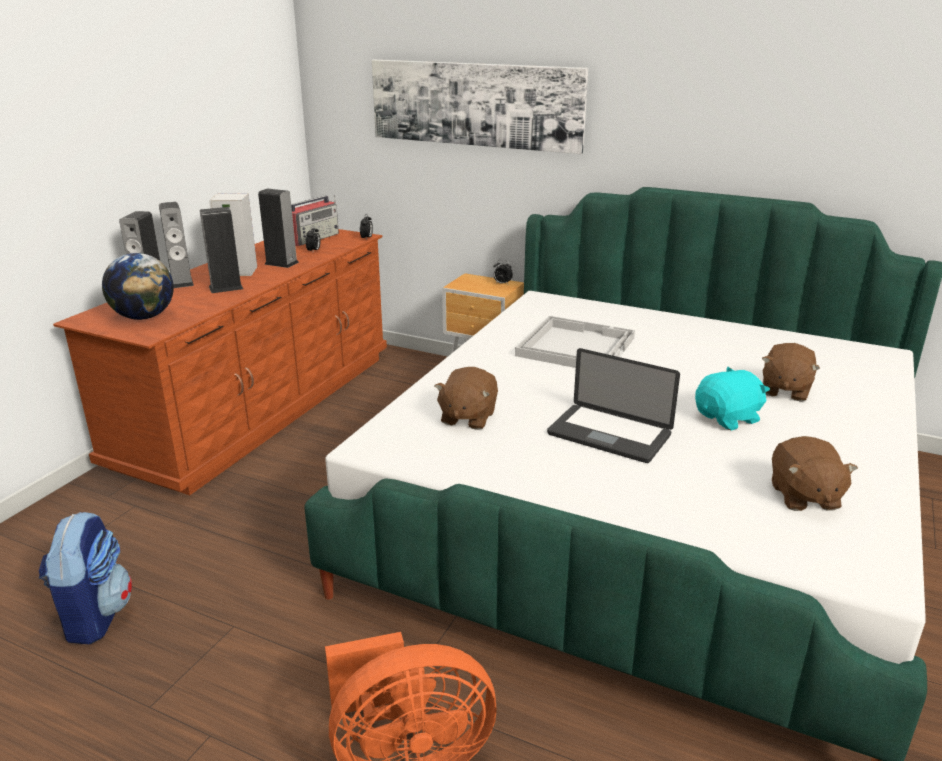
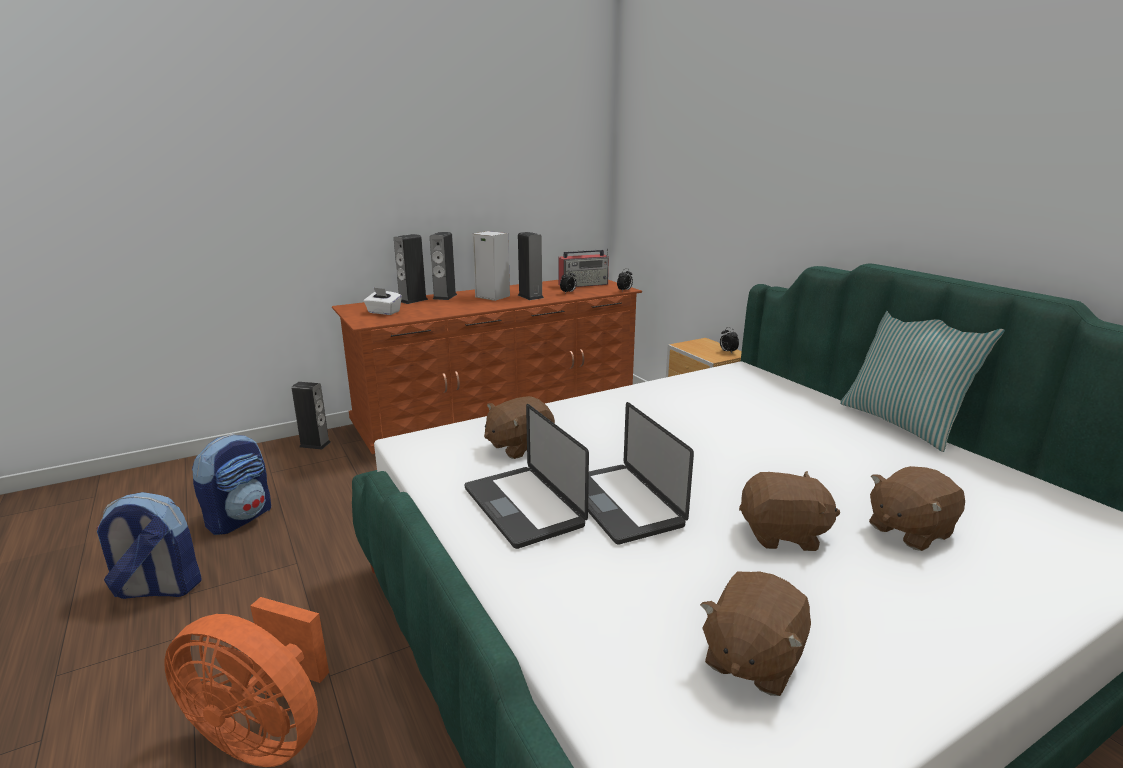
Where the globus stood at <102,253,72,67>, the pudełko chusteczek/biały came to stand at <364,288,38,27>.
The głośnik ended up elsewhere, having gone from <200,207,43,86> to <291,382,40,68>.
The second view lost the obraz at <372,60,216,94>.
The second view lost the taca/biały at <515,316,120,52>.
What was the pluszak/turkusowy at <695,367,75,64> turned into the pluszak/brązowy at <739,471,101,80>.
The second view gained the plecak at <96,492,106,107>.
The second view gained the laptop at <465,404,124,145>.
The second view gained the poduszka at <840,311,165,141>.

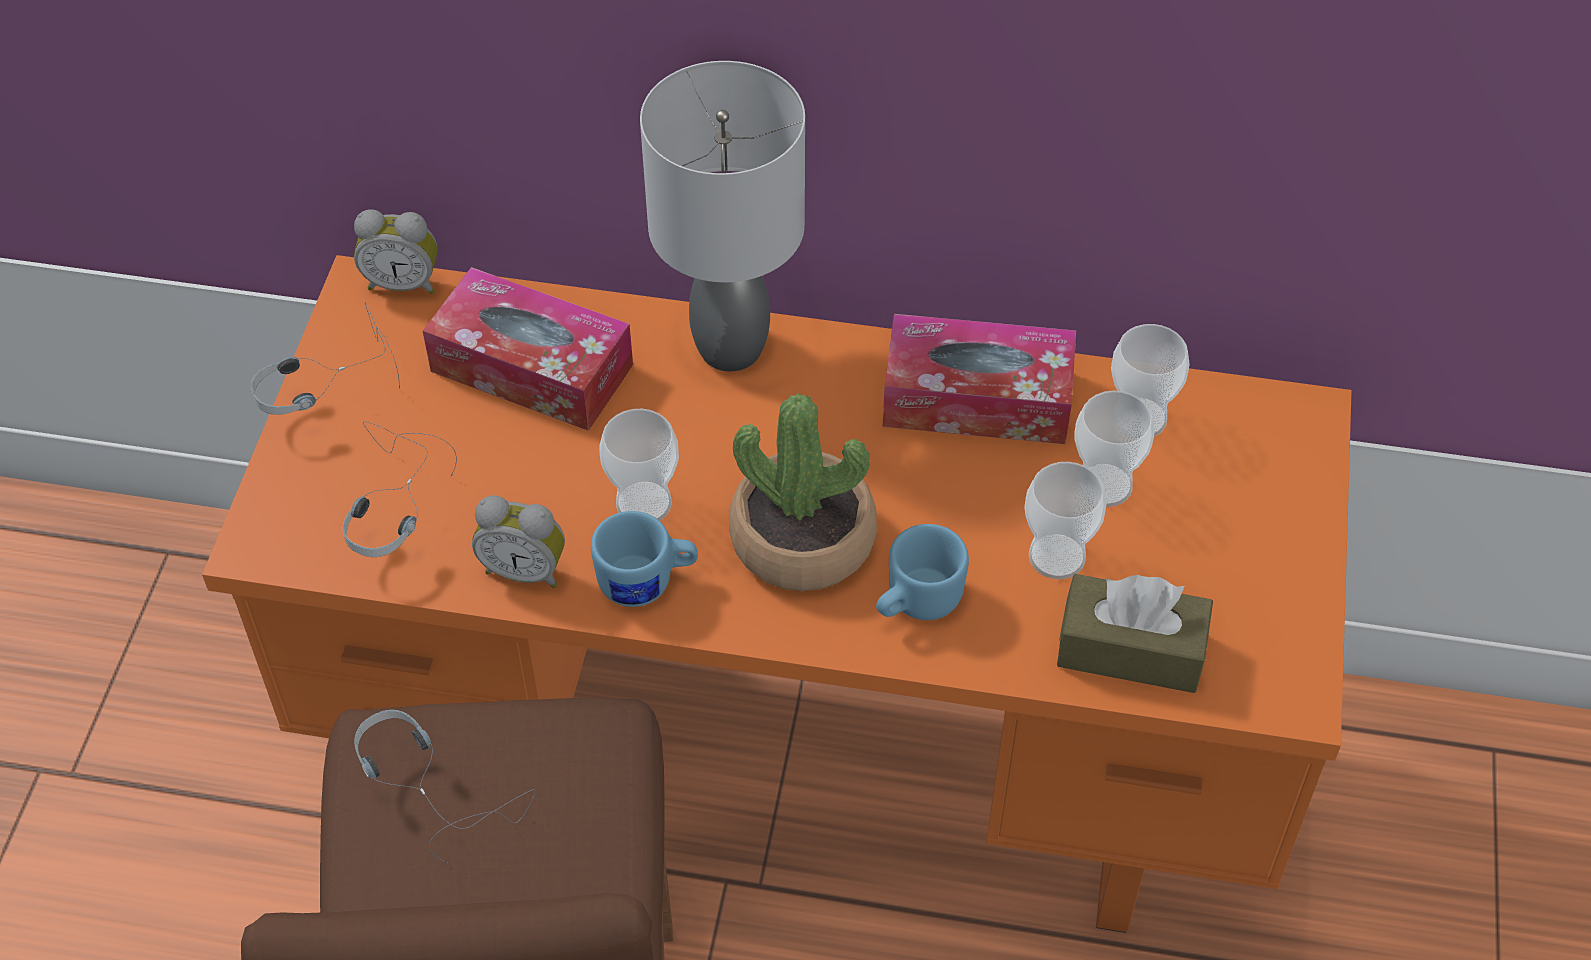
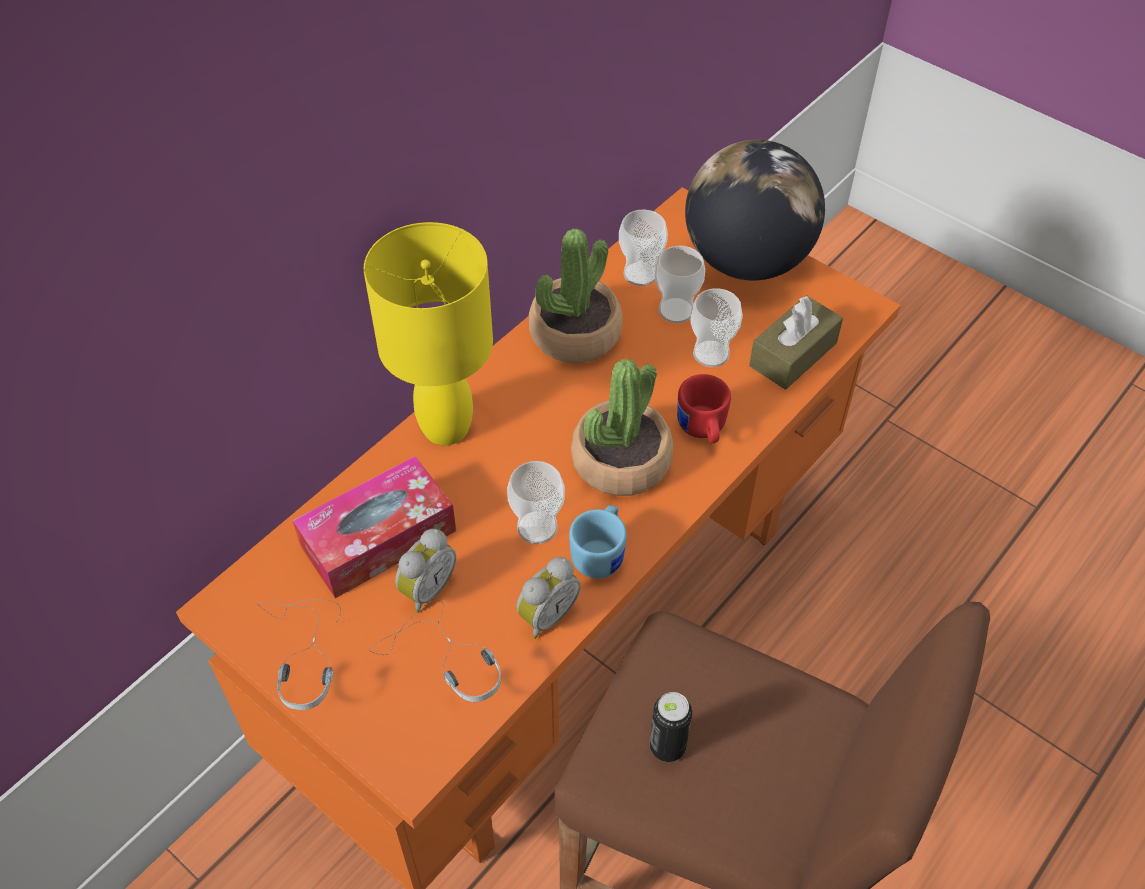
The budzik ended up elsewhere, having gone from <354,209,83,86> to <395,529,61,84>.
Where the słuchawki stood at <354,710,182,153>, the puszka came to stand at <650,692,42,70>.
What was the lampa stołowa/szary at <640,61,165,311> turned into the lampa stołowa/żółty at <364,222,129,224>.
What was the kubek/niebieski at <876,524,93,96> turned into the kubek/czerwony at <677,374,54,70>.
Where the pudełko chusteczek stood at <883,314,193,130>, the roślina doniczkowa came to stand at <529,228,94,135>.
The second view gained the globus at <685,140,140,141>.

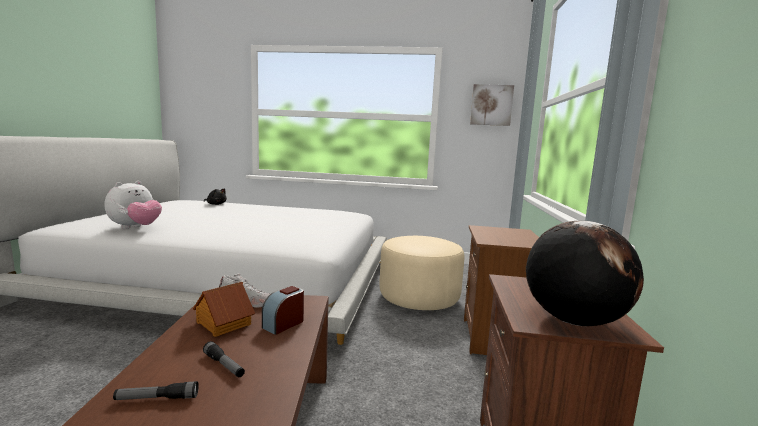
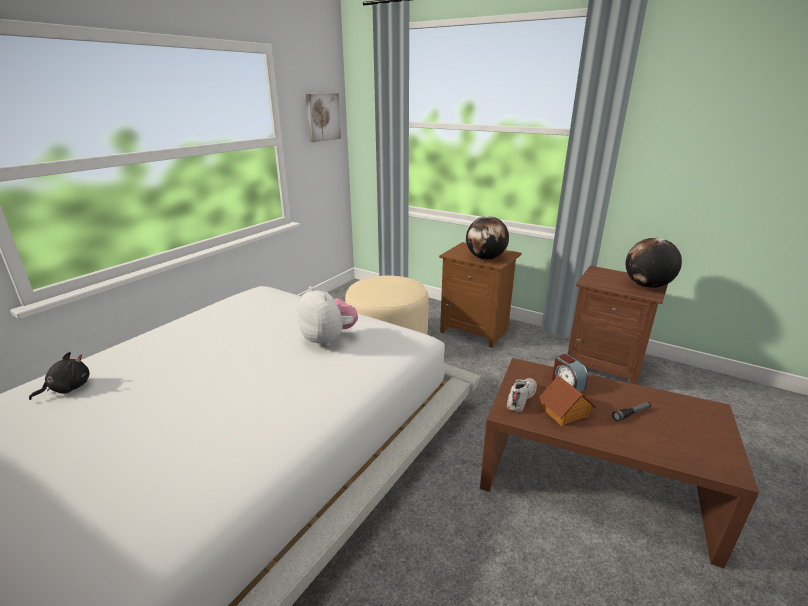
The pluszak ended up elsewhere, having gone from <105,181,57,48> to <298,286,60,61>.
The second view lost the latarka at <113,381,86,19>.
The second view gained the globus at <466,216,43,44>.

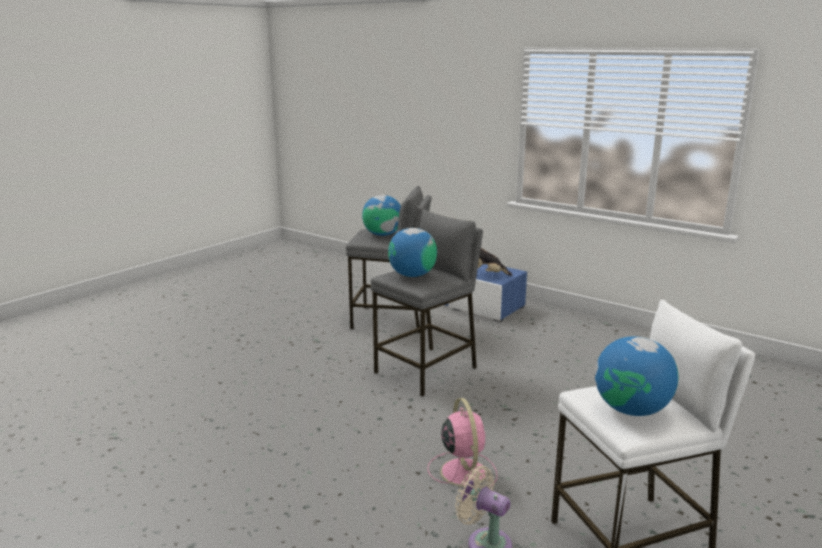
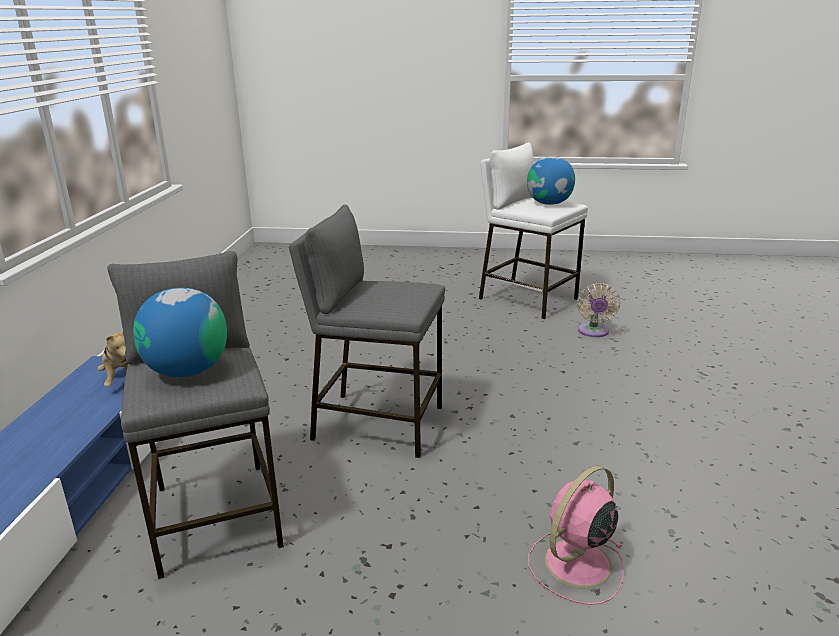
The second view lost the globus at <388,228,49,49>.
The wentylator/różowy ended up elsewhere, having gone from <428,398,69,96> to <528,466,96,139>.

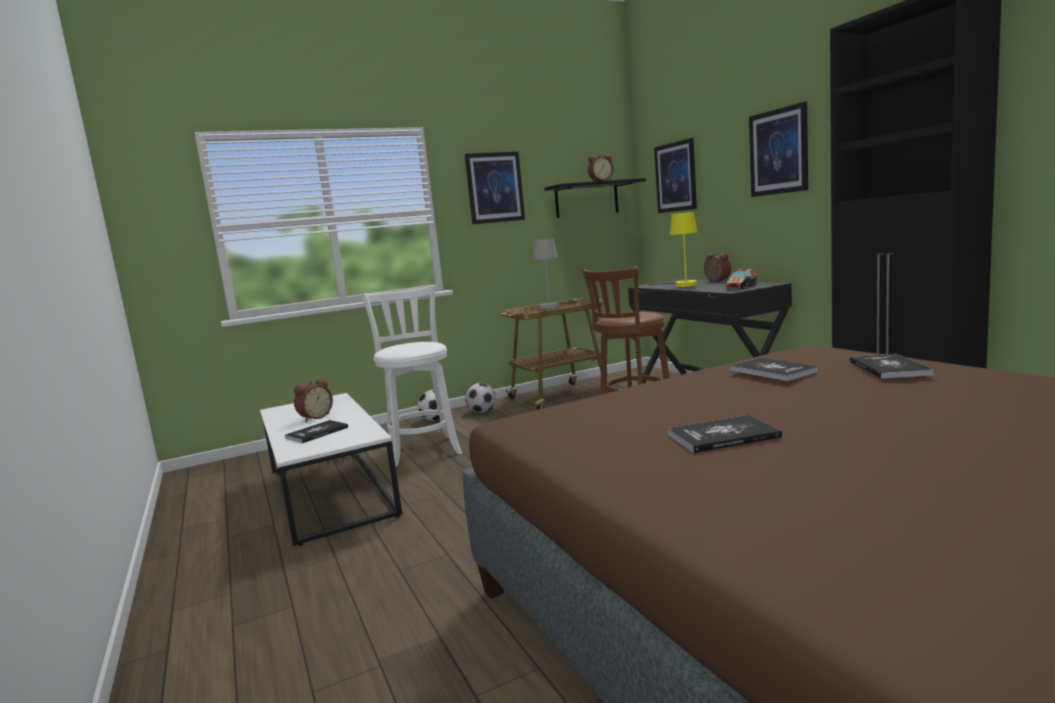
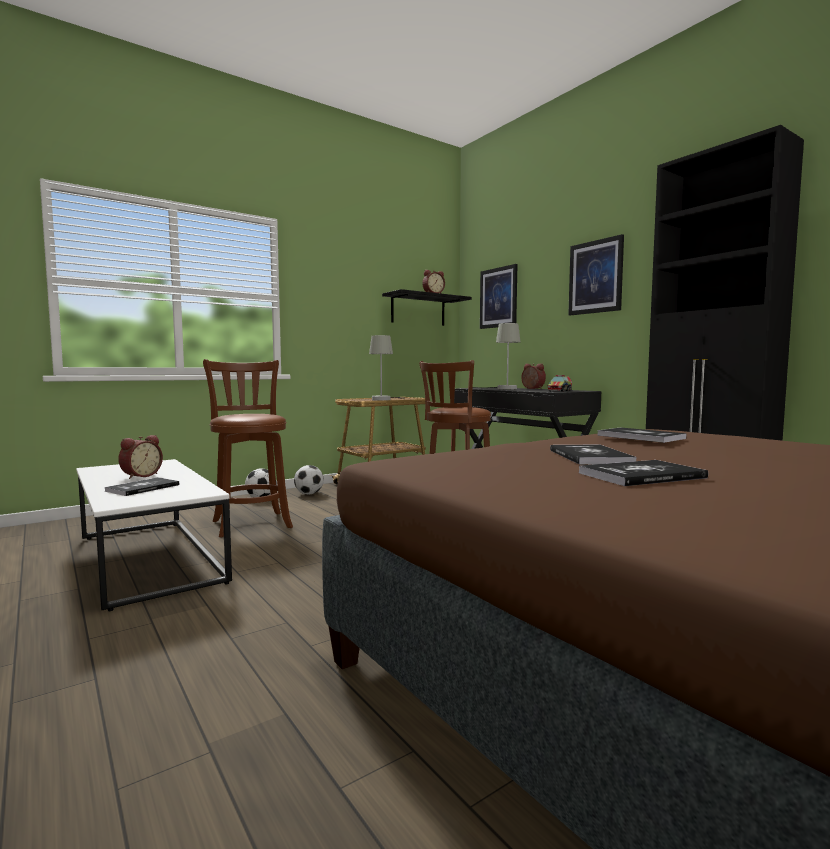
What was the stołek/biały at <362,285,100,182> turned into the stołek/brązowy at <203,359,90,178>.
The second view lost the obraz at <465,152,60,72>.
What was the lampa stołowa/żółty at <649,212,49,75> turned into the lampa stołowa/szary at <472,323,49,67>.
The książka ended up elsewhere, having gone from <849,354,85,25> to <550,444,87,21>.

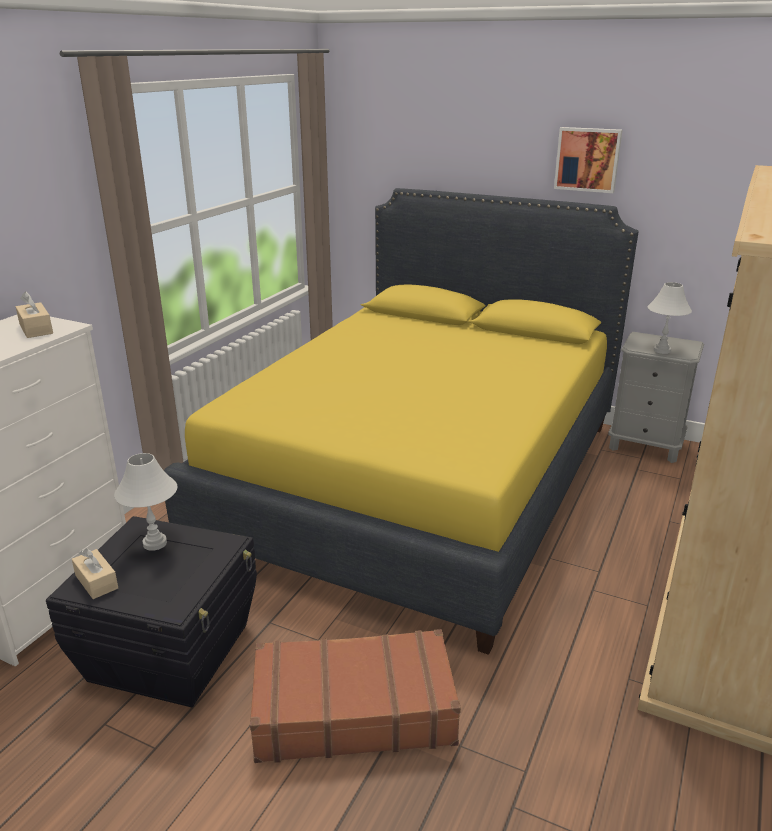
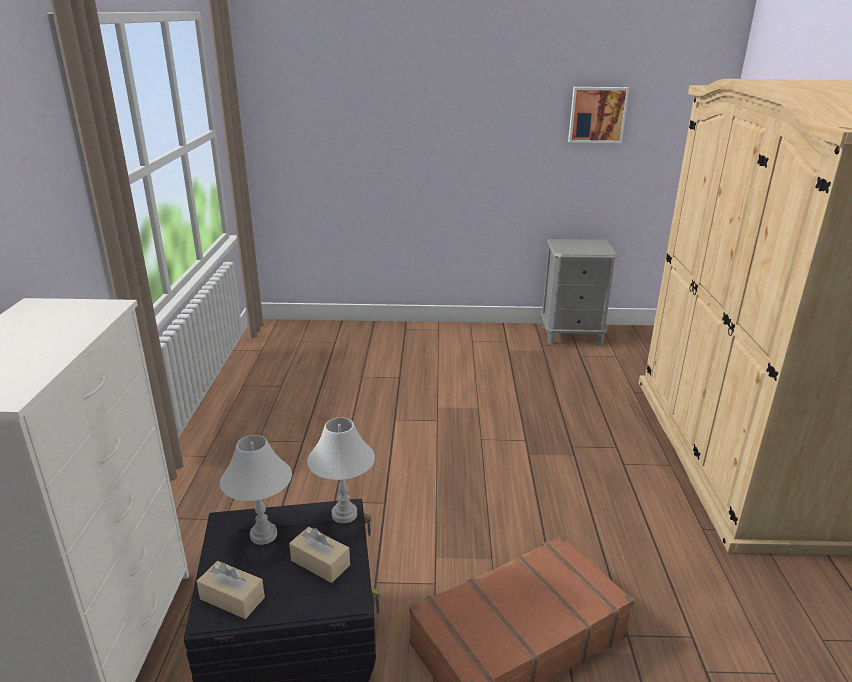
The pudełko chusteczek/beżowy ended up elsewhere, having gone from <16,291,37,47> to <289,527,61,56>.
The second view lost the łóżko/żółty at <164,188,474,467>.
The obraz ended up elsewhere, having gone from <554,127,68,66> to <568,87,61,56>.
The lampa stołowa/biały ended up elsewhere, having gone from <647,282,45,72> to <307,418,68,105>.

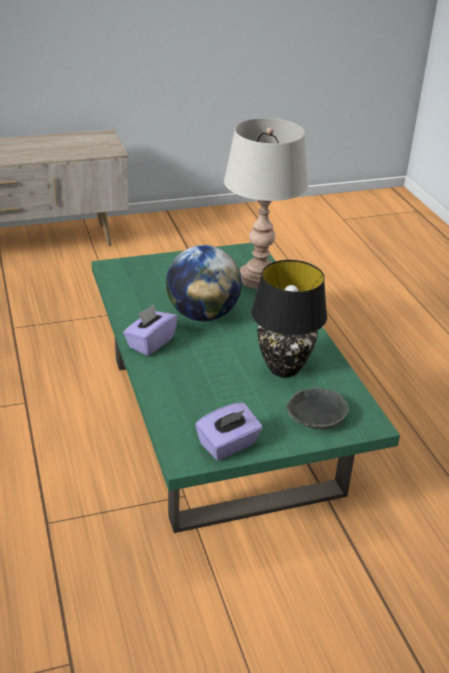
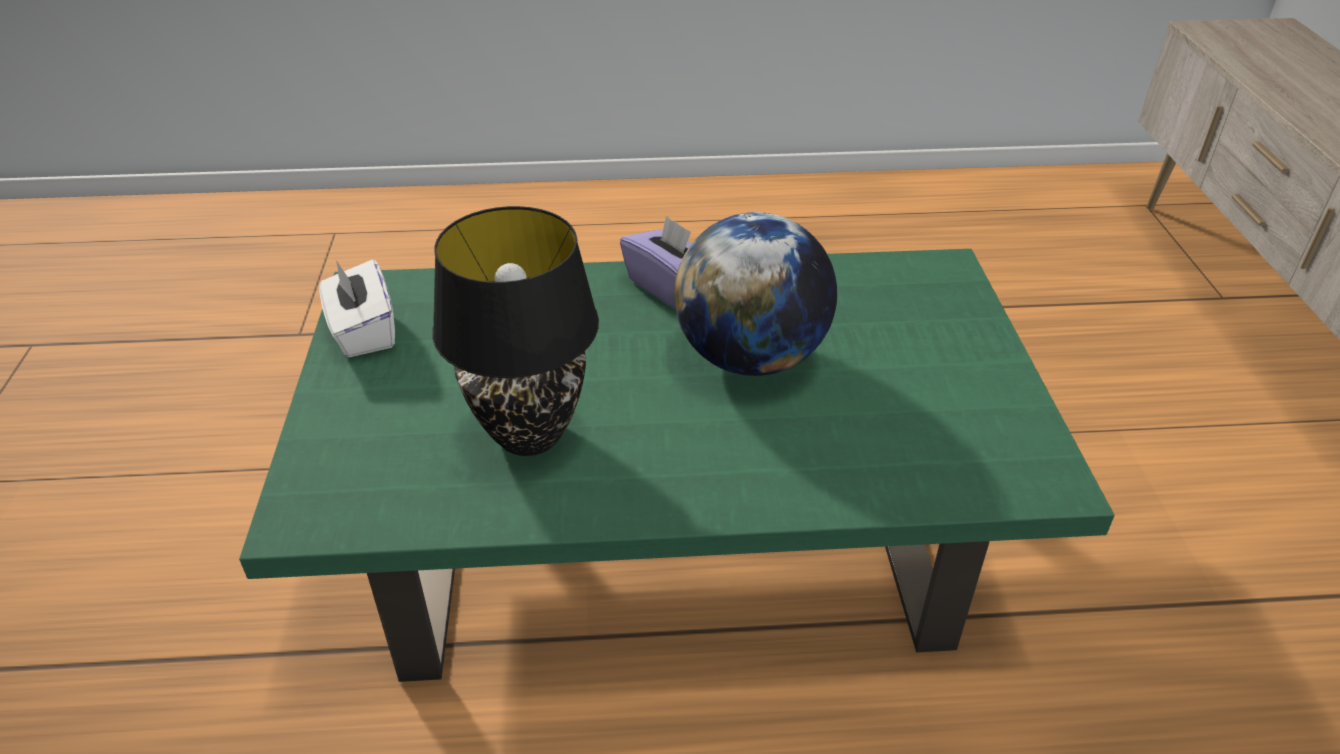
What was the pudełko chusteczek/fioletowy at <195,402,68,58> turned into the pudełko chusteczek/biały at <319,260,76,97>.
The second view lost the lampa stołowa/szary at <224,118,84,171>.
The second view lost the miska/szary at <286,388,63,42>.

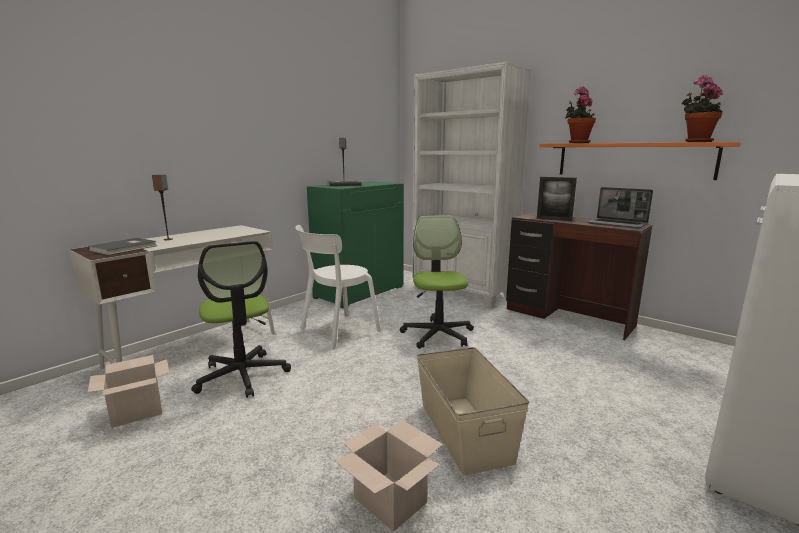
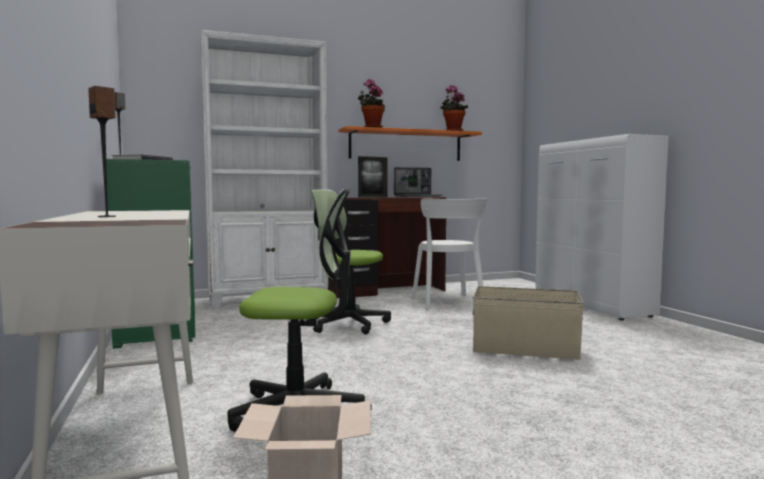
The second view lost the książka/szary at <88,238,69,17>.
The krzesło/biały ended up elsewhere, having gone from <295,225,86,124> to <412,198,76,111>.
The second view lost the karton at <334,420,109,112>.

